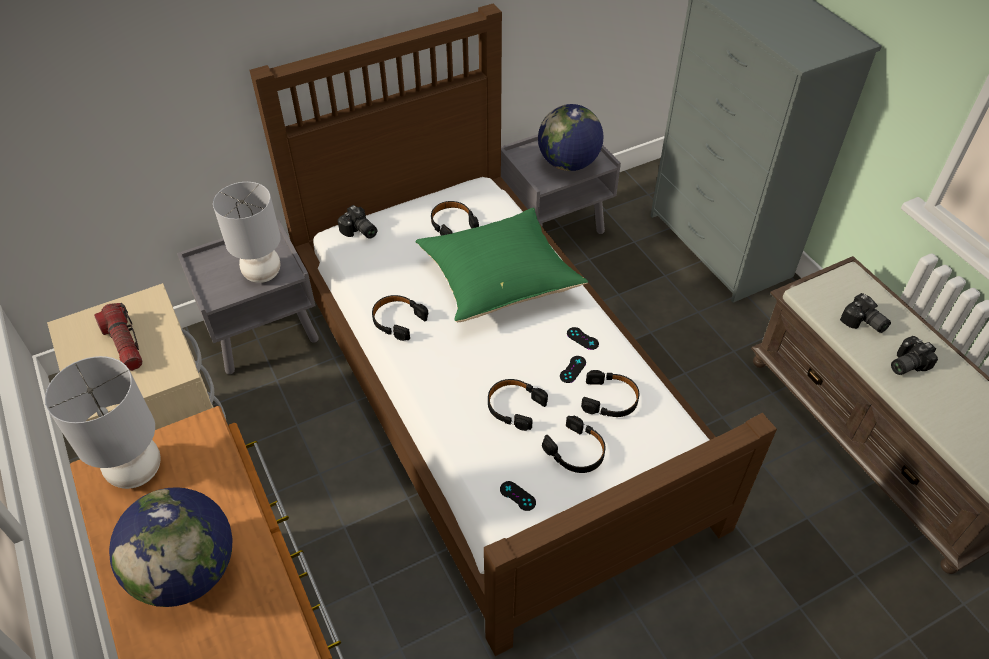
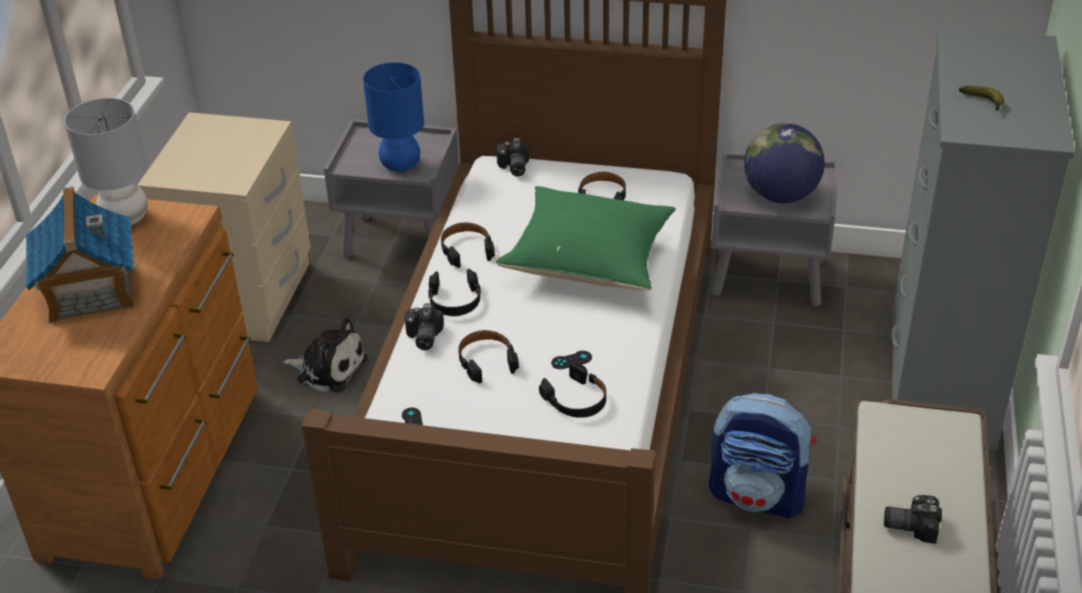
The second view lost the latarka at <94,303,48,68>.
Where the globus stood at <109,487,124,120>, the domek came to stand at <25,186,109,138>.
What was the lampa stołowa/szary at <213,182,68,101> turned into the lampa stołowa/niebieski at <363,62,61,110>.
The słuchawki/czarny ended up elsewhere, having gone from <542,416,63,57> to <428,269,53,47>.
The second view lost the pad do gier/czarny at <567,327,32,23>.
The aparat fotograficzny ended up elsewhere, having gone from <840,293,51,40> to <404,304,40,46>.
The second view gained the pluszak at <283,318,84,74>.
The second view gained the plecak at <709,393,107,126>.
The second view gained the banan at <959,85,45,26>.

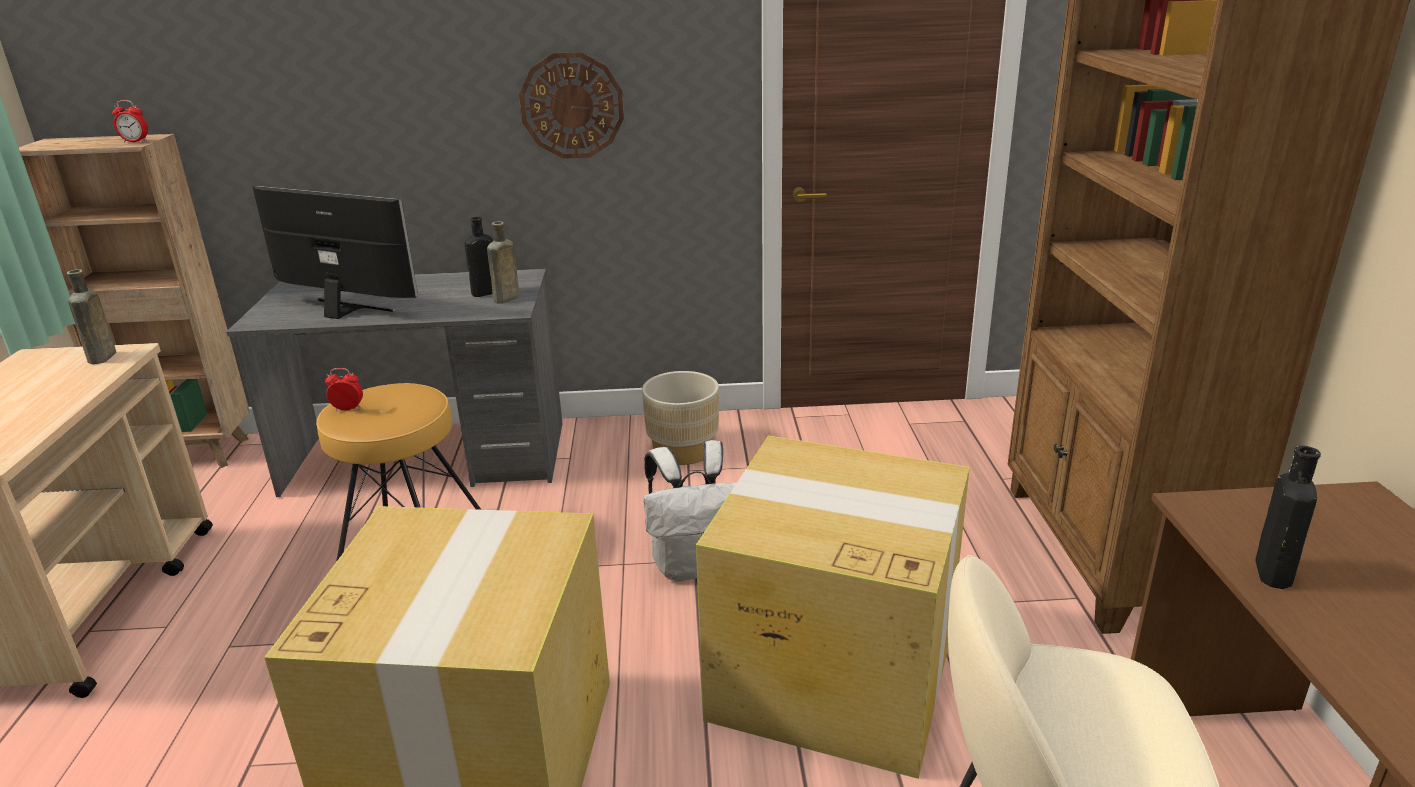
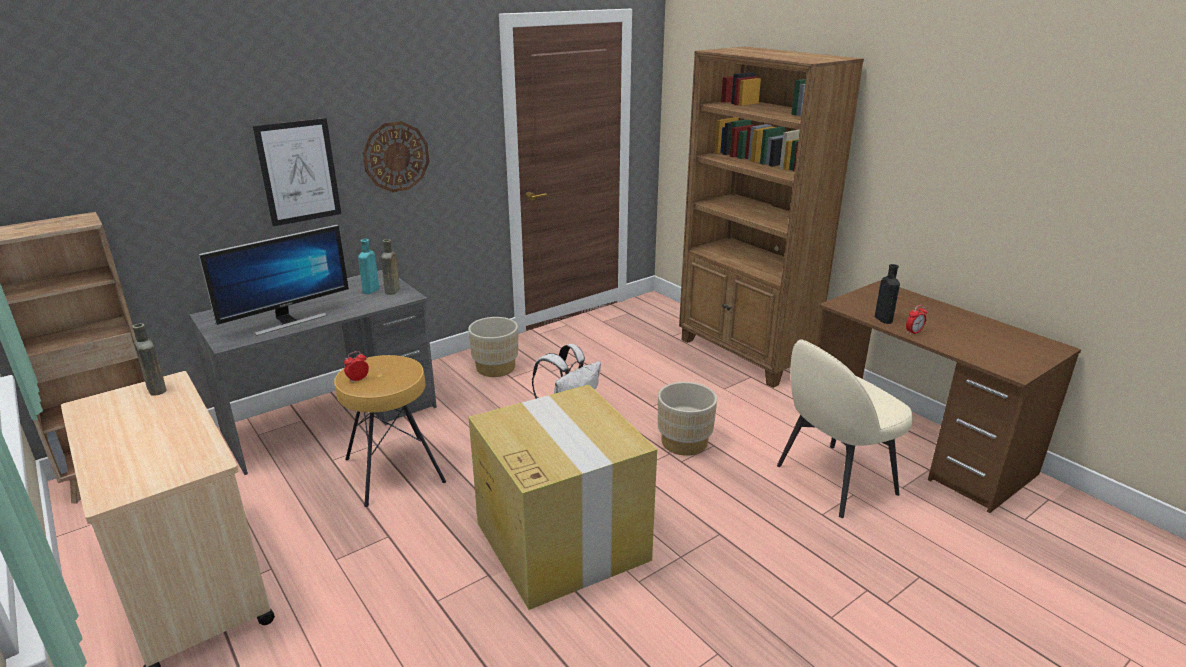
The budzik ended up elsewhere, having gone from <112,100,36,43> to <906,305,21,30>.
The monitor at <252,186,166,133> ended up facing another way, 150 degrees clockwise from before.
What was the butelka/czarny at <464,217,29,80> turned into the butelka/turkusowy at <358,239,21,55>.
Where the karton stood at <696,436,274,343>, the donica/beżowy came to stand at <658,382,59,74>.
The second view gained the obraz at <253,118,88,108>.

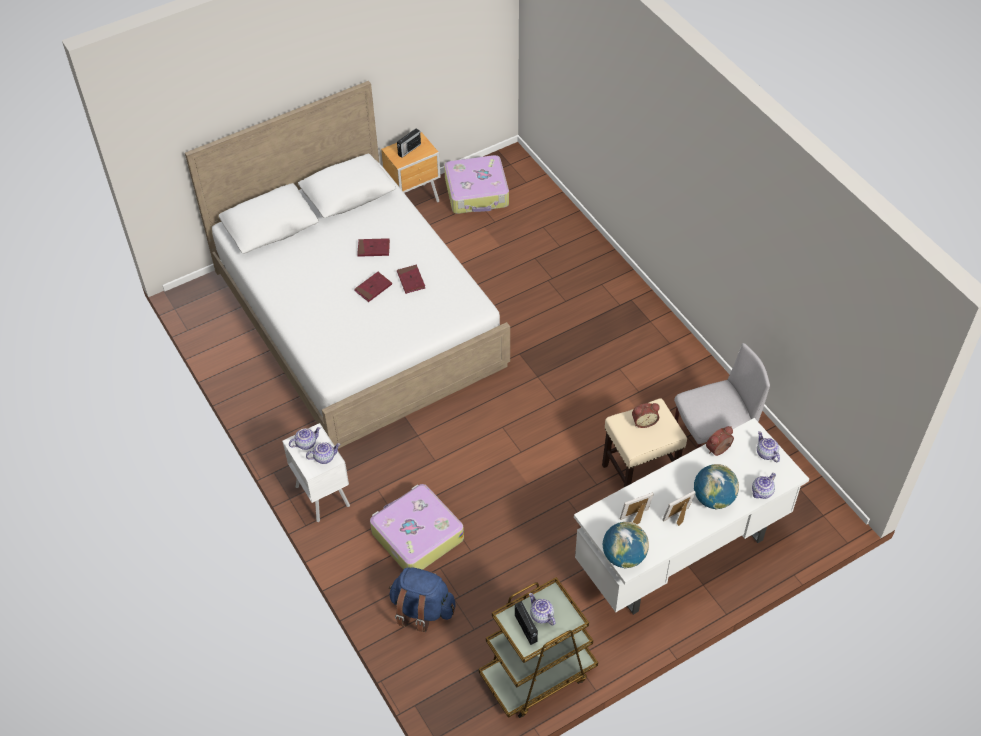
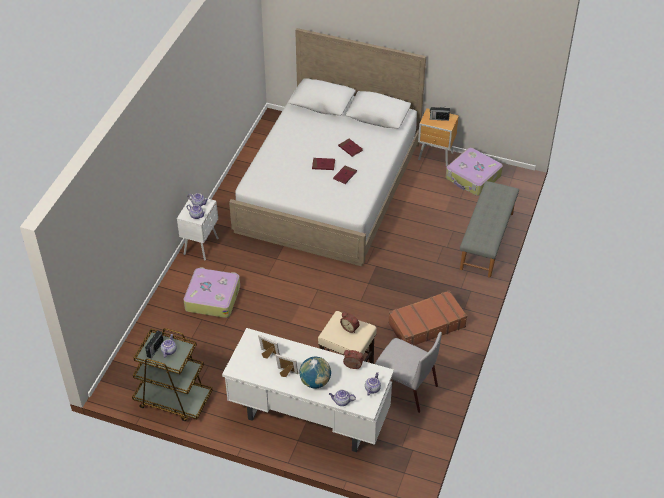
The second view lost the plecak/niebieski at <389,567,67,65>.
The second view lost the globus at <603,522,46,47>.
The second view gained the walizka/brązowy at <388,290,79,55>.
The second view gained the ławka/szary at <460,181,59,97>.

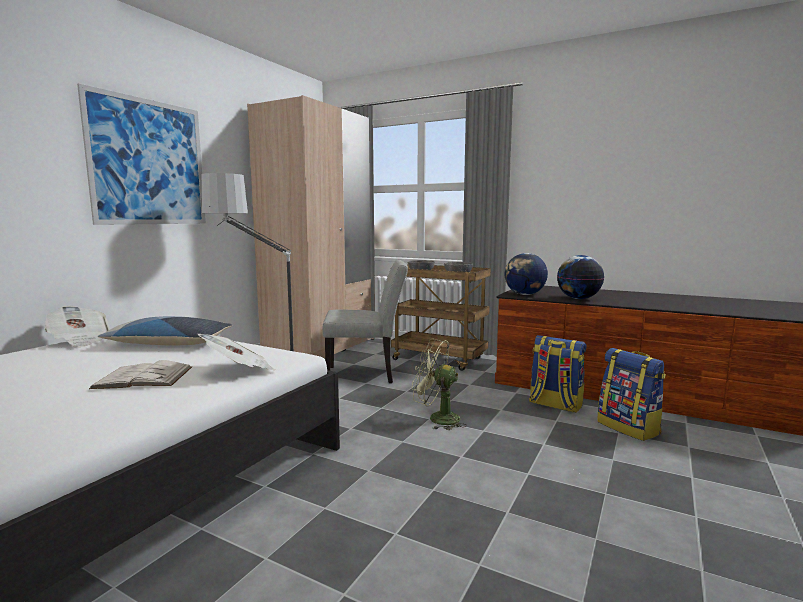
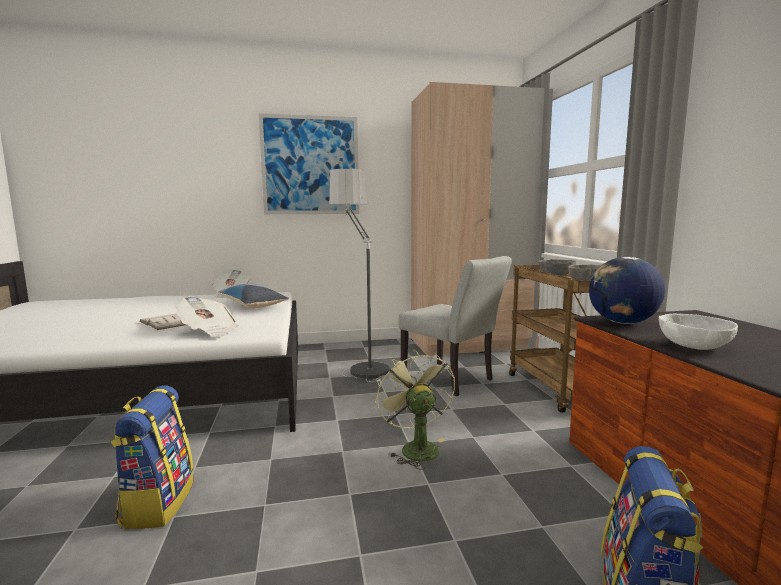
The plecak ended up elsewhere, having gone from <529,335,57,78> to <111,386,83,143>.
Where the globus stood at <557,255,47,44>, the miska/biały came to stand at <659,314,79,36>.

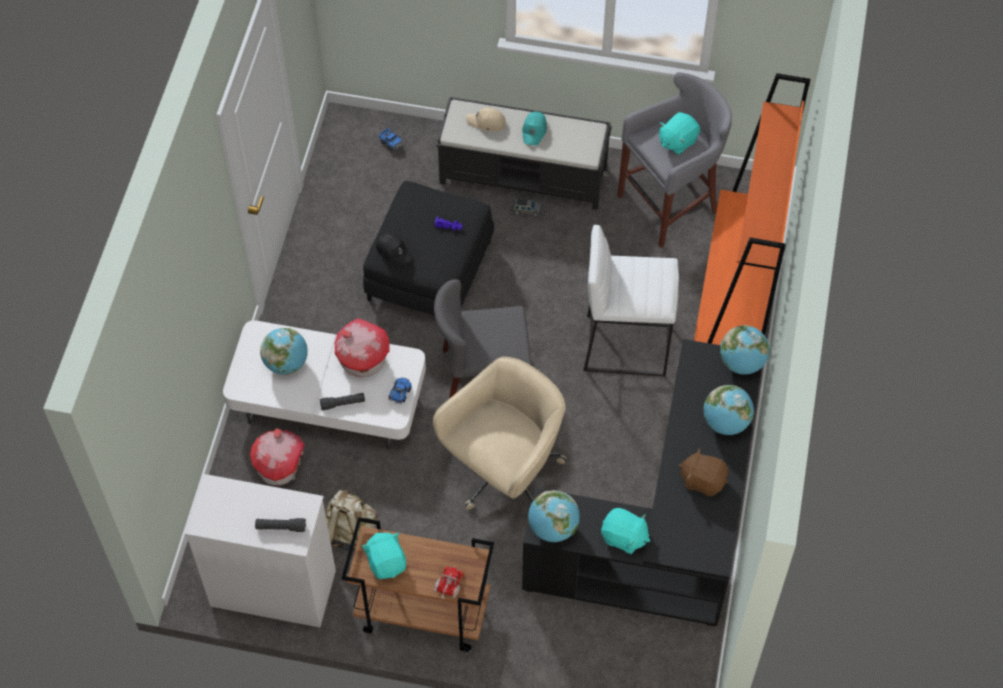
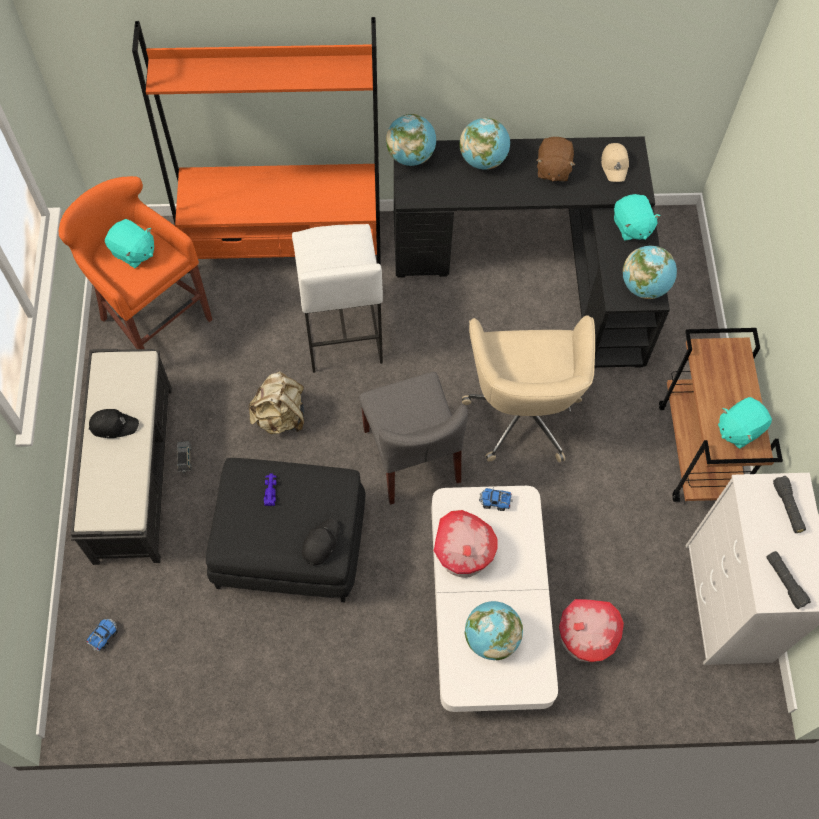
The latarka/czarny ended up elsewhere, having gone from <320,393,45,17> to <767,551,44,58>.
The plecak/beżowy ended up elsewhere, having gone from <326,488,52,62> to <248,371,57,63>.
The krzesło biurowe/beżowy at <433,357,134,153> ended up facing another way, 120 degrees counterclockwise from before.
The second view lost the ciężarówka zabawkowa at <433,566,31,33>.
The czapka z daszkiem/beżowy ended up elsewhere, having gone from <466,107,40,24> to <601,143,28,39>.
What was the czapka z daszkiem/turkusowy at <522,112,25,33> turned into the czapka z daszkiem/czarny at <89,409,50,29>.
The pluszak/turkusowy at <601,508,49,46> ended up facing another way, 150 degrees clockwise from before.
What was the stołek/szary at <617,72,115,176> turned into the stołek/pomarańczowy at <59,176,154,173>.

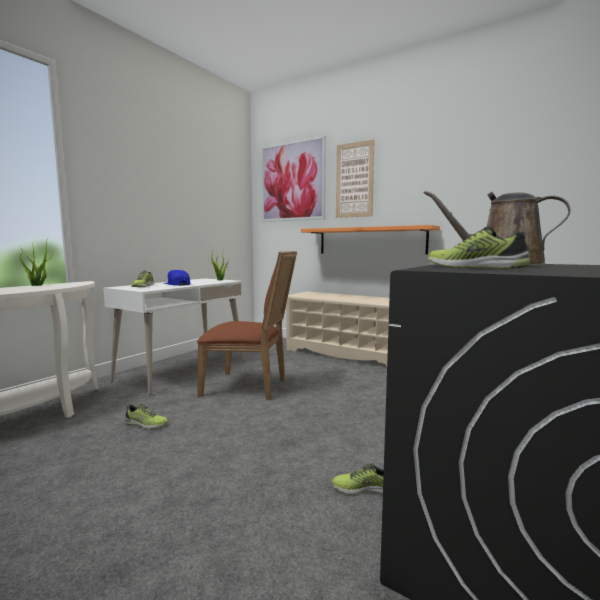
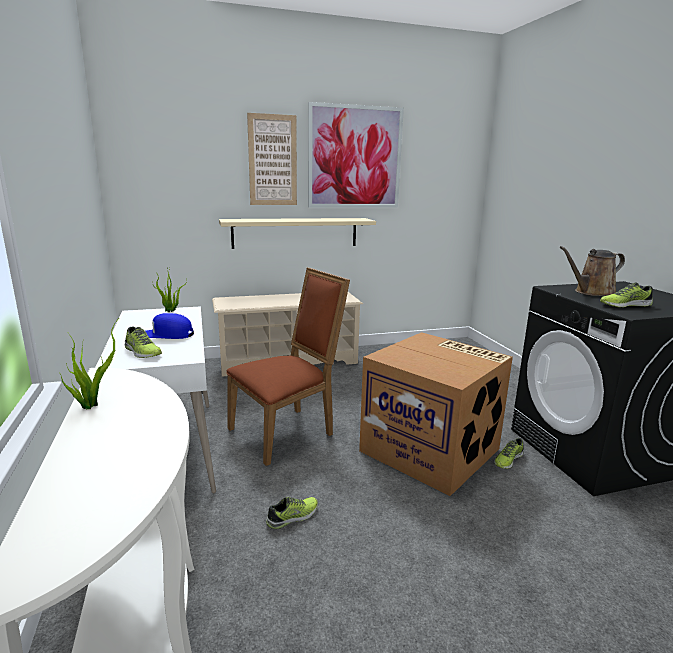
The obraz ended up elsewhere, having gone from <261,135,65,87> to <308,102,96,106>.
What was the półka/pomarańczowy at <301,225,139,30> turned into the półka/beżowy at <219,218,157,31>.
The second view gained the karton at <359,332,154,164>.

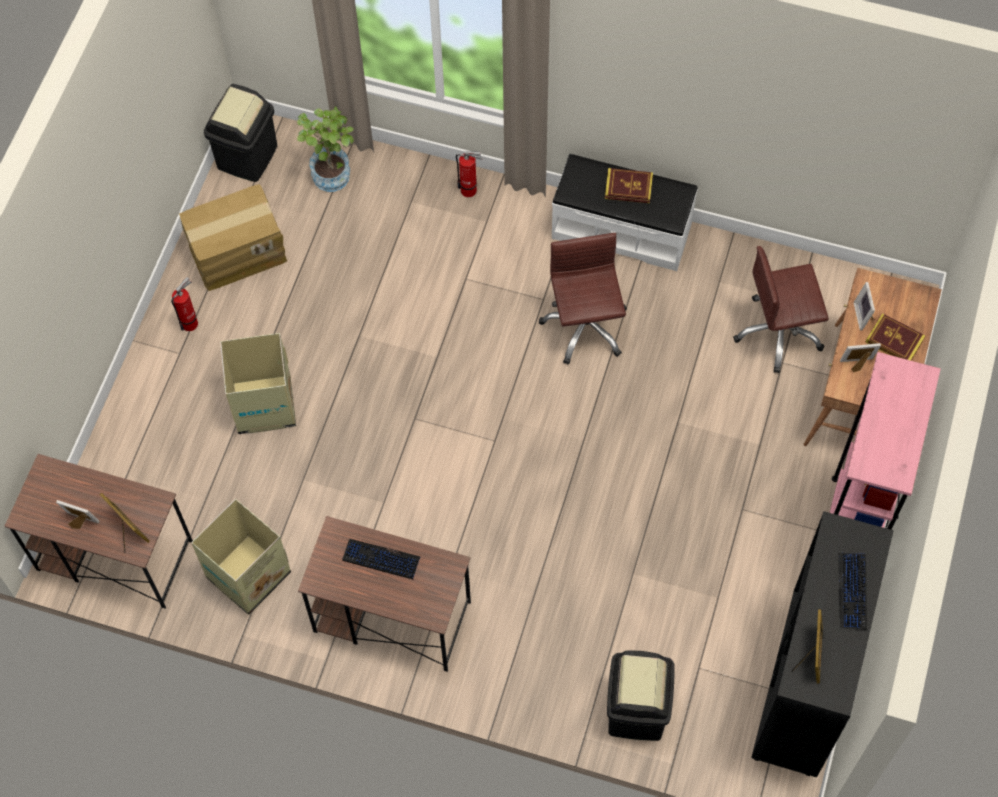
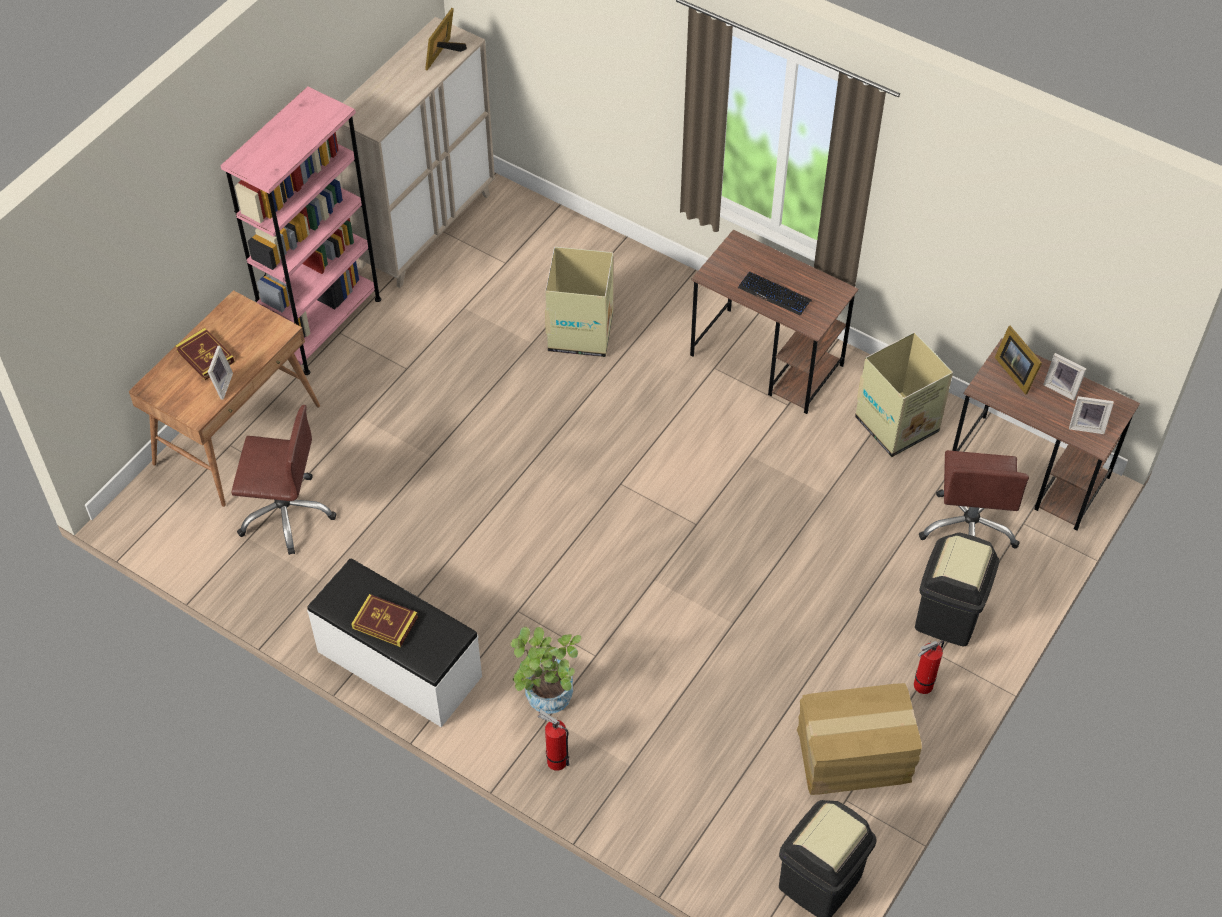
The karton ended up elsewhere, having gone from <220,333,76,101> to <545,247,68,110>.
The roślina doniczkowa ended up elsewhere, having gone from <297,106,57,86> to <510,627,71,87>.
The krzesło biurowe/brązowy ended up elsewhere, having gone from <539,233,88,132> to <919,450,110,98>.
The kosz na śmieci/czarny ended up elsewhere, having gone from <607,650,68,91> to <915,532,84,114>.
What was the szafka/czarny at <751,511,142,266> turned into the szafka/beżowy at <336,17,159,271>.
The second view lost the klawiatura at <838,553,29,77>.
The ramka na zdjęcie ended up elsewhere, having gone from <840,343,41,29> to <1069,396,45,38>.

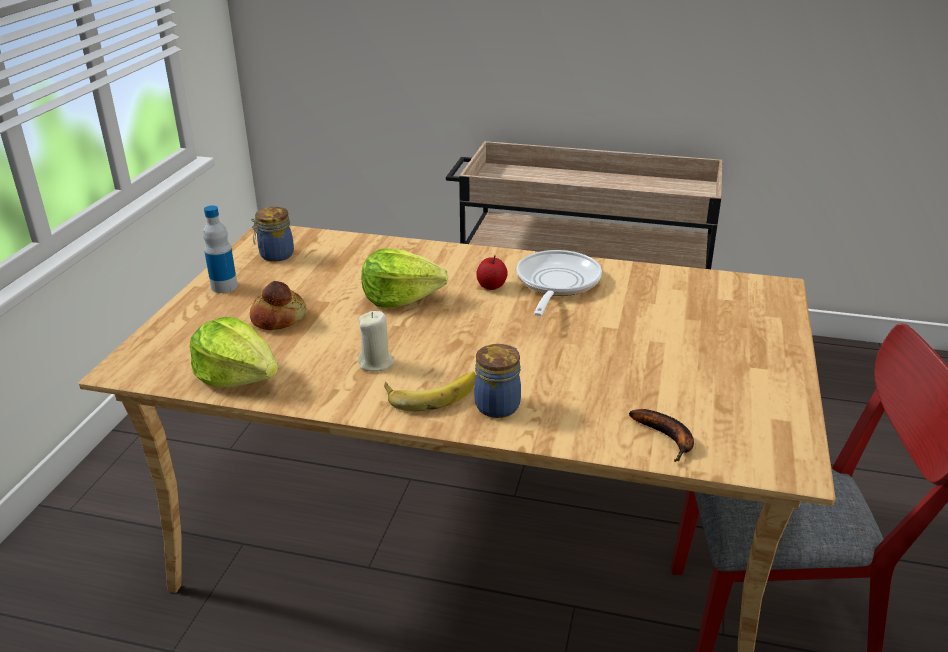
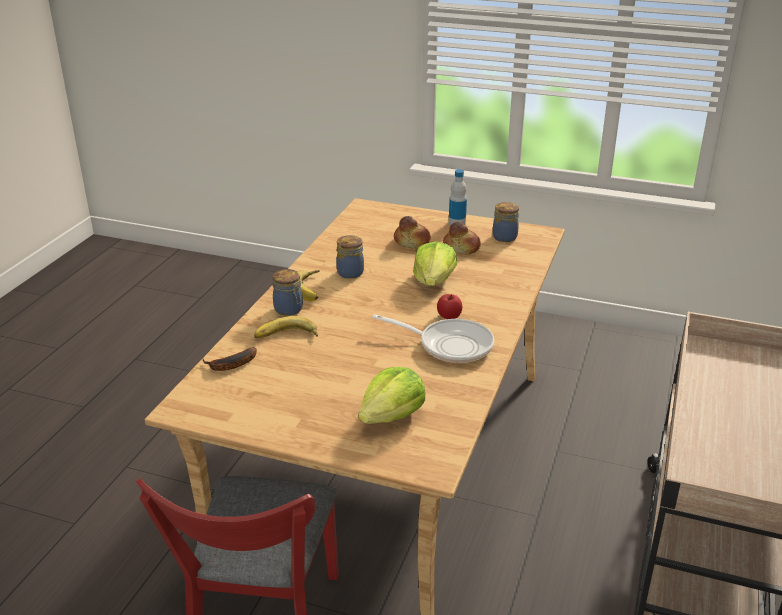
The sałata ended up elsewhere, having gone from <190,317,88,70> to <359,367,66,57>.
Where the świeca/beżowy stood at <358,311,36,61>, the słoik came to stand at <336,235,28,44>.
The second view gained the banan at <254,316,64,22>.
The second view gained the chleb at <443,222,38,33>.

